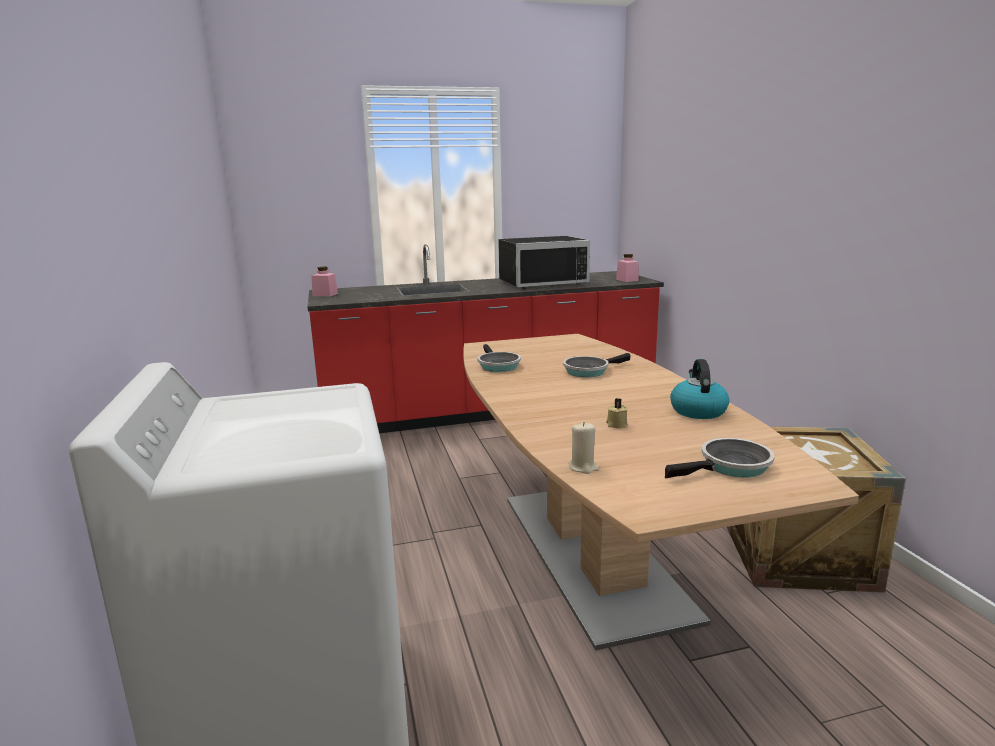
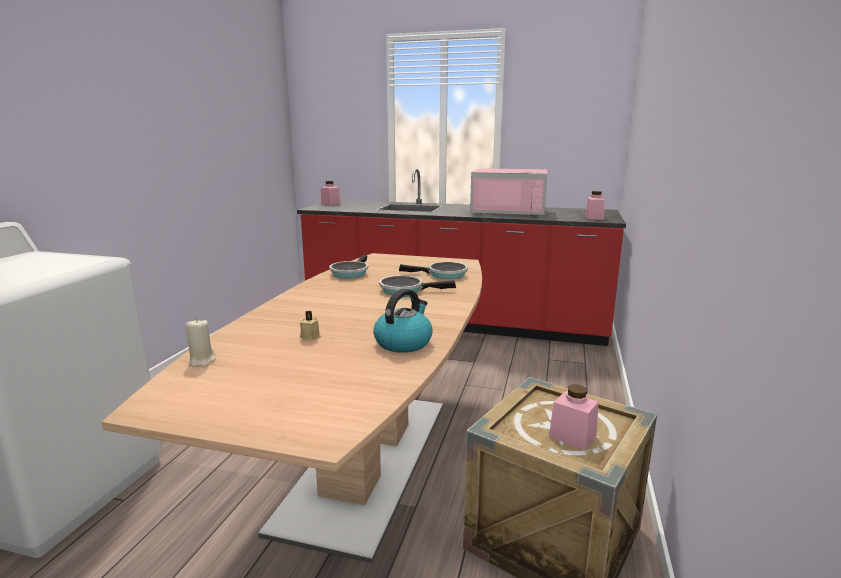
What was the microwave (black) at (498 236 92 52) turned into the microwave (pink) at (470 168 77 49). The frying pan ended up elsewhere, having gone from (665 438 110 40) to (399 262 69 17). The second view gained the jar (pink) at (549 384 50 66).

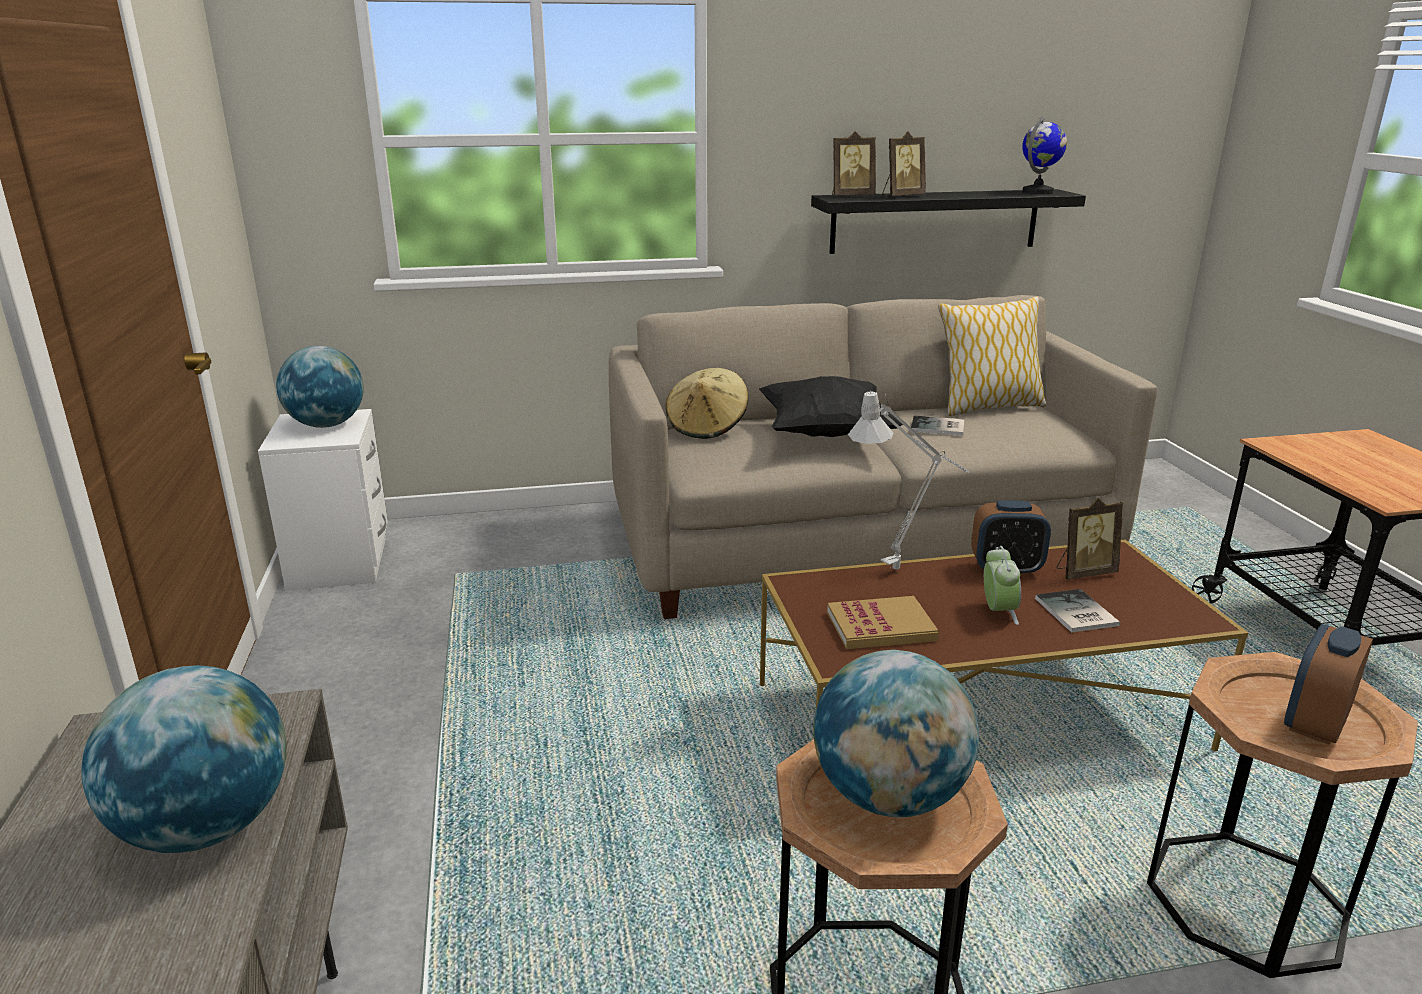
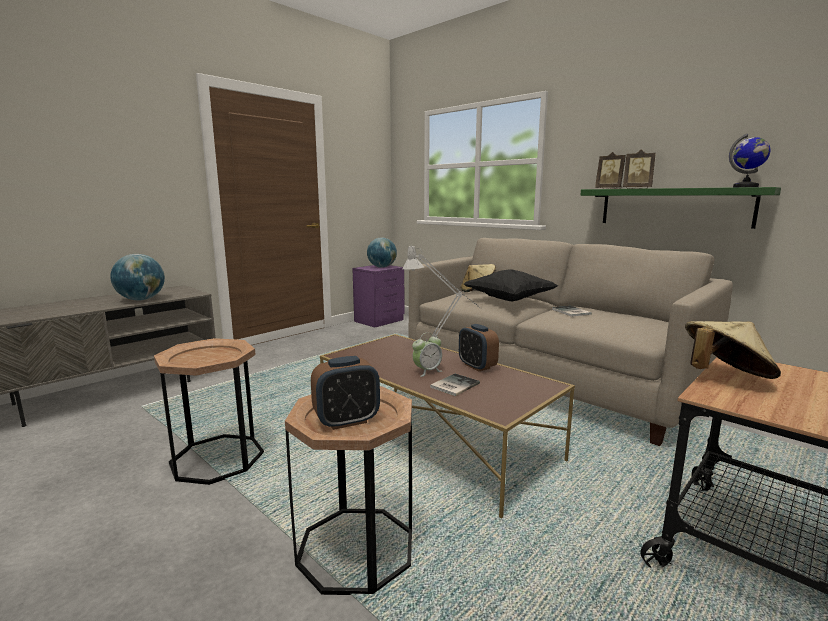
What was the shelf (black) at (811 189 275 65) turned into the shelf (green) at (580 187 201 42). The second view lost the pillow at (938 296 108 120). What was the nightstand (white) at (258 409 130 182) turned into the nightstand (purple) at (352 265 53 62). The second view lost the picture frame at (1057 498 66 82). The second view lost the book at (827 596 112 53). The alarm clock at (1284 624 89 121) ended up facing another way, 150 degrees clockwise from before. The second view lost the globe at (813 650 166 167). The second view gained the hat (beige) at (685 321 96 58).

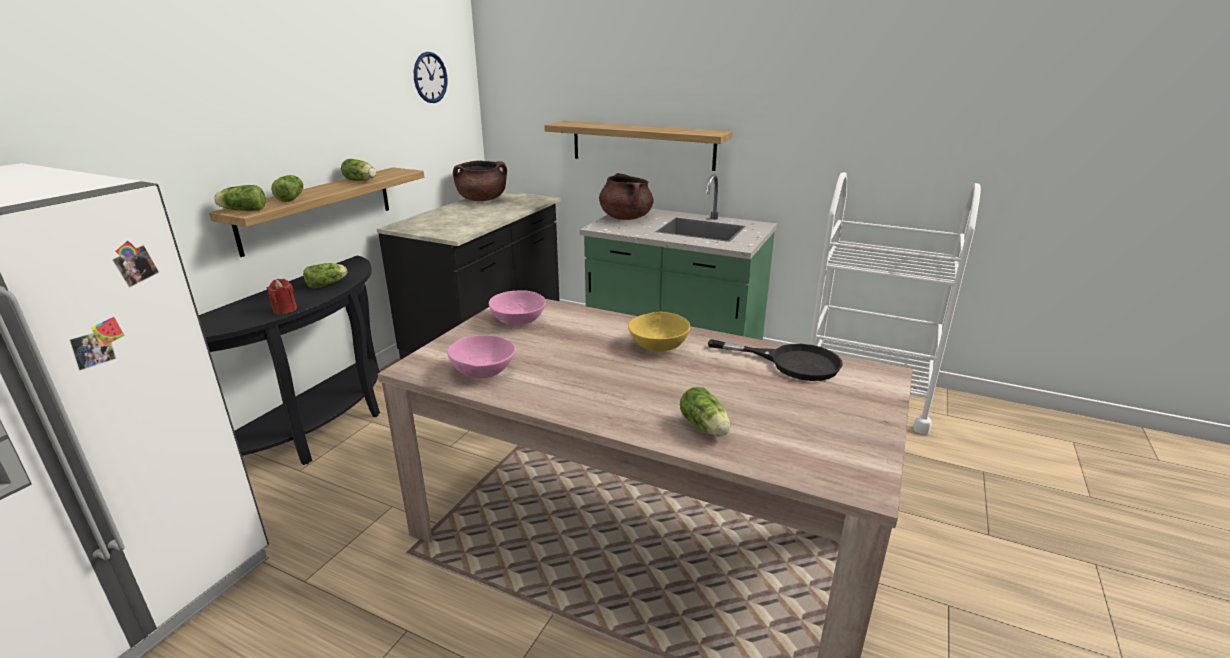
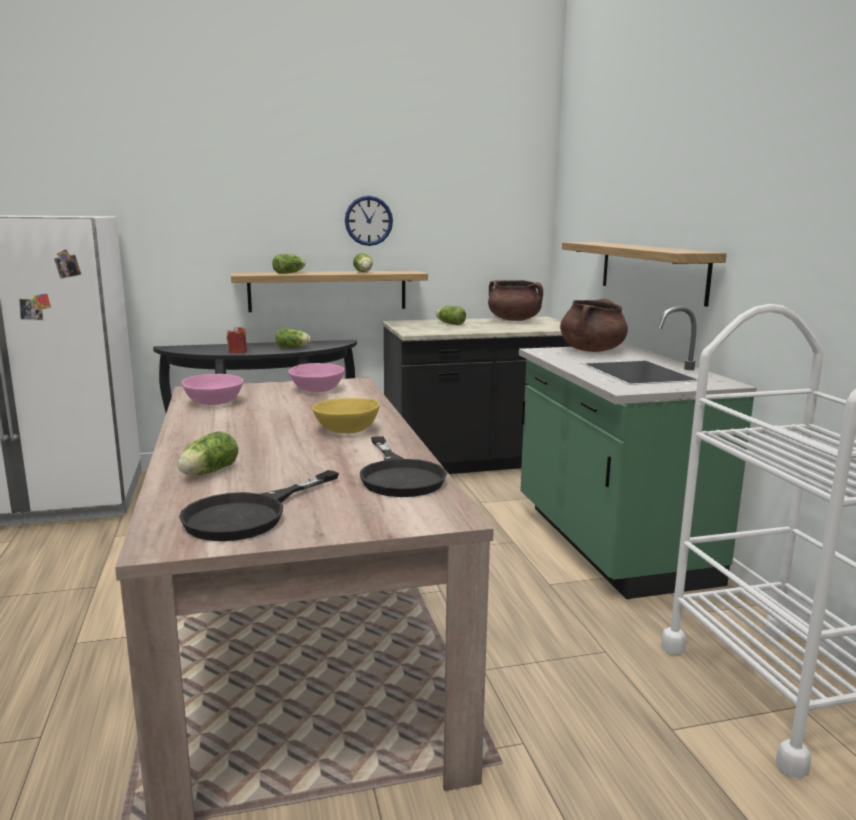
The wall clock ended up elsewhere, having gone from (414 52 33 51) to (345 196 48 50). The lettuce ended up elsewhere, having gone from (214 185 52 26) to (436 306 30 19). The second view gained the frying pan (black) at (179 470 160 71).

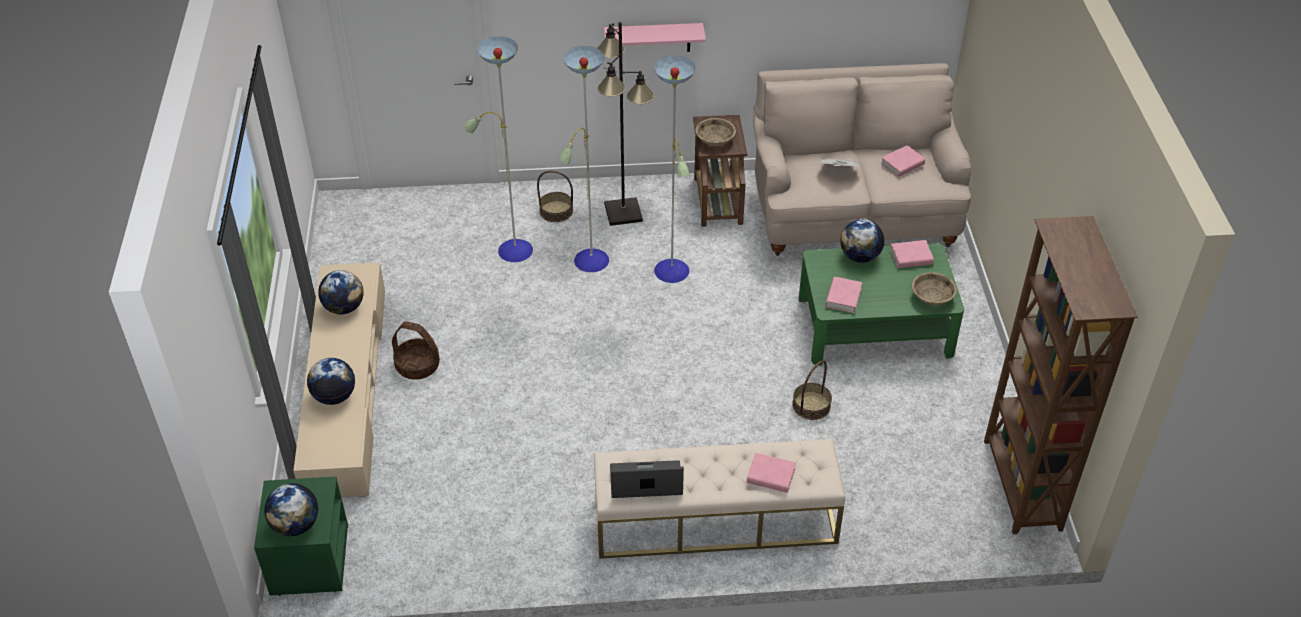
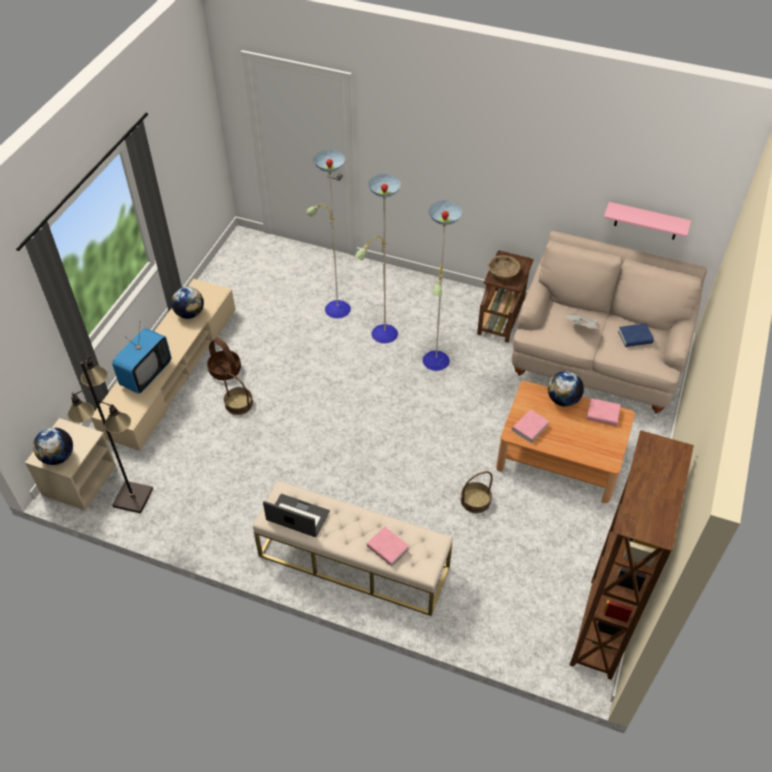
The floor lamp (black) ended up elsewhere, having gone from (597 22 57 204) to (67 356 86 157). The shelf (pink) ended up elsewhere, having gone from (604 23 102 29) to (604 202 87 38). What was the book (pink) at (881 145 44 32) turned into the book (blue) at (618 323 36 24). The basket ended up elsewhere, having gone from (537 171 36 51) to (224 373 29 42). What was the coffee table (green) at (799 243 165 123) turned into the coffee table (brown) at (496 381 139 122). The second view lost the bowl (beige) at (912 272 45 33). Where the globe stood at (307 358 48 47), the television came to stand at (112 327 60 67). What was the nightstand (green) at (254 477 94 119) turned into the nightstand (beige) at (25 418 91 93).

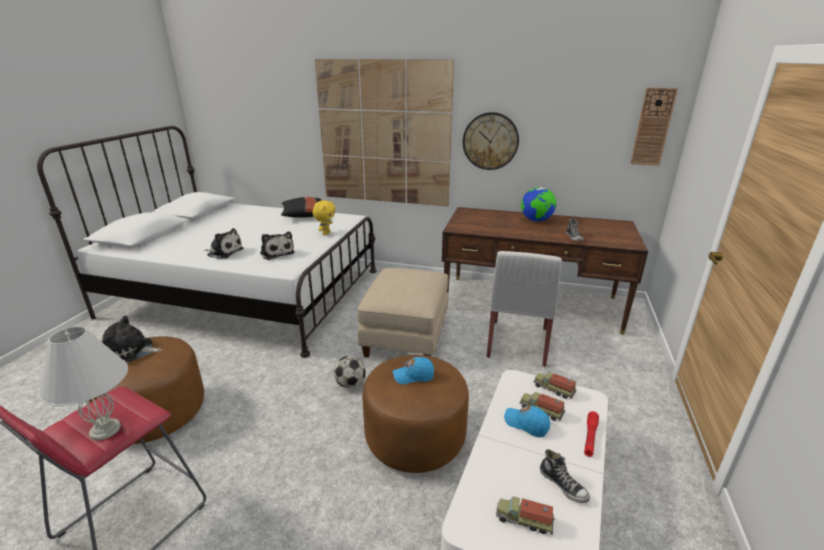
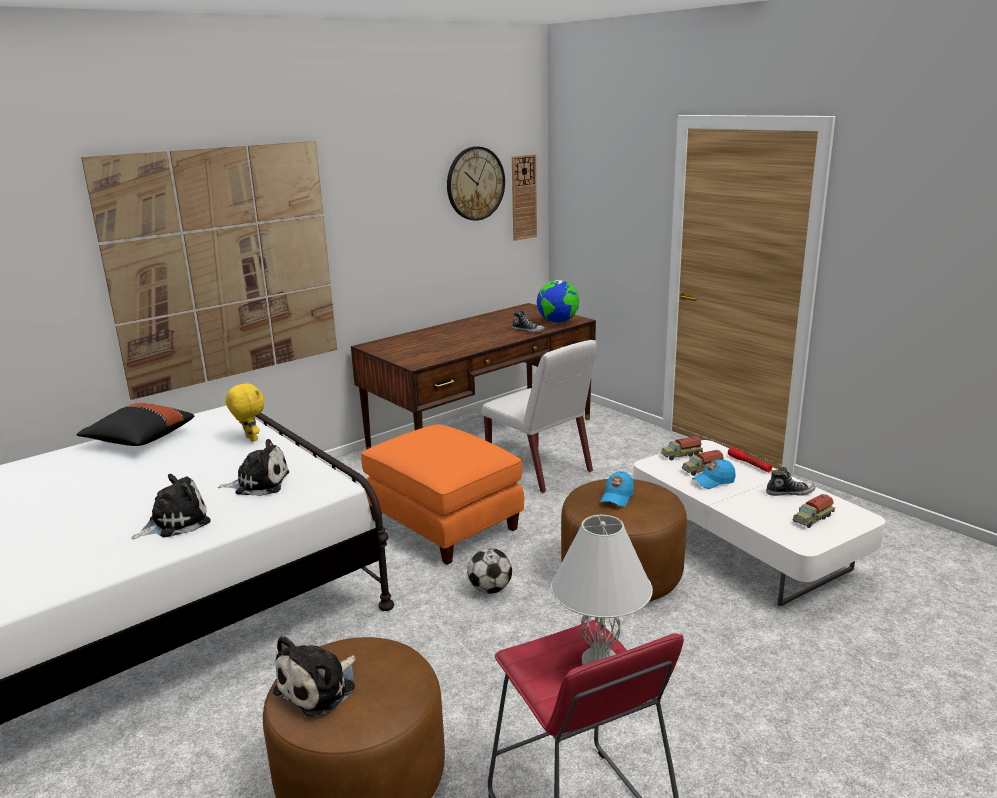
The wall clock ended up elsewhere, having gone from (463 112 56 58) to (447 147 58 74). The globe ended up elsewhere, having gone from (521 187 35 34) to (537 280 42 43). What was the ottoman (beige) at (357 268 91 89) turned into the ottoman (orange) at (361 424 163 141).

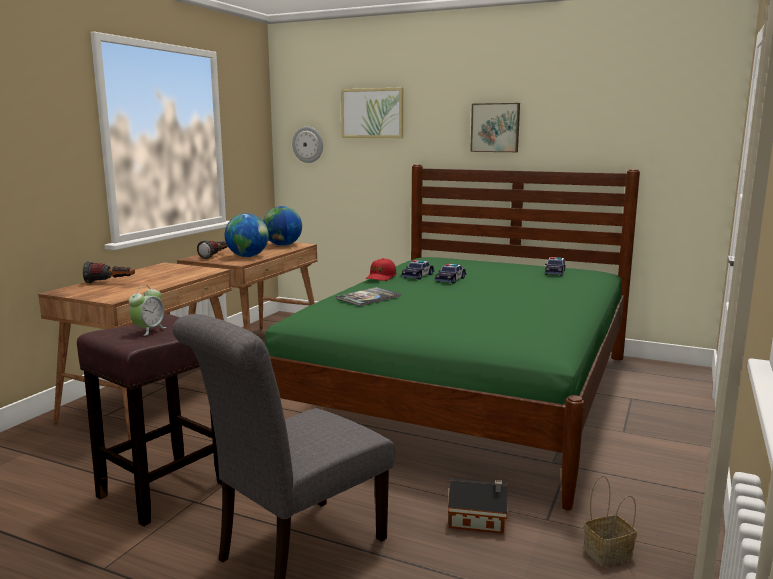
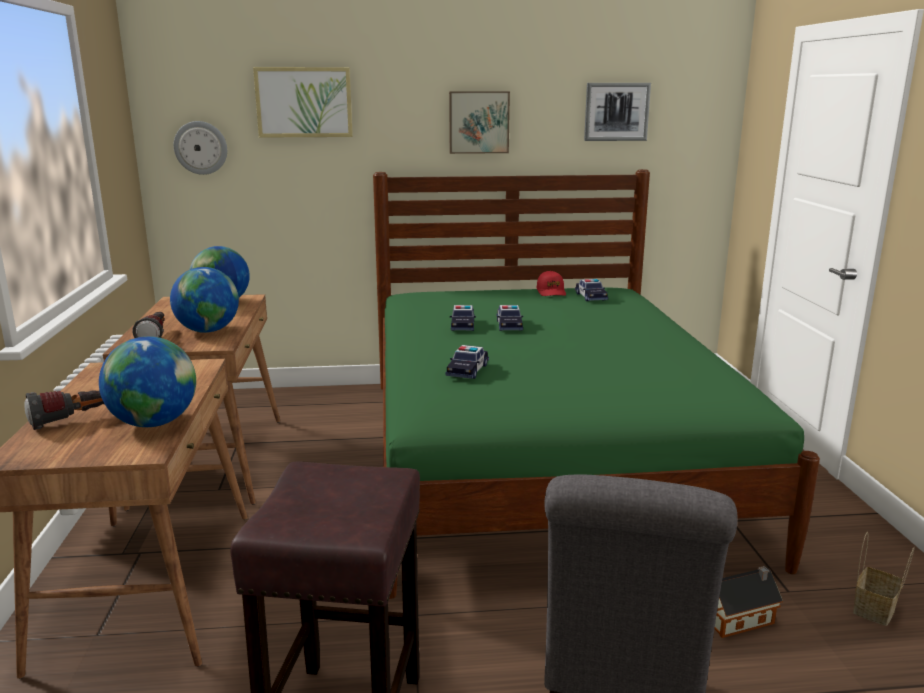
The cap (red) ended up elsewhere, having gone from (366 258 30 23) to (536 271 30 25). The second view lost the alarm clock at (129 285 37 51). Where the book stood at (336 287 65 19), the toy car came to stand at (446 345 43 34). The second view gained the picture at (584 83 67 58). The second view gained the globe at (99 336 97 91).

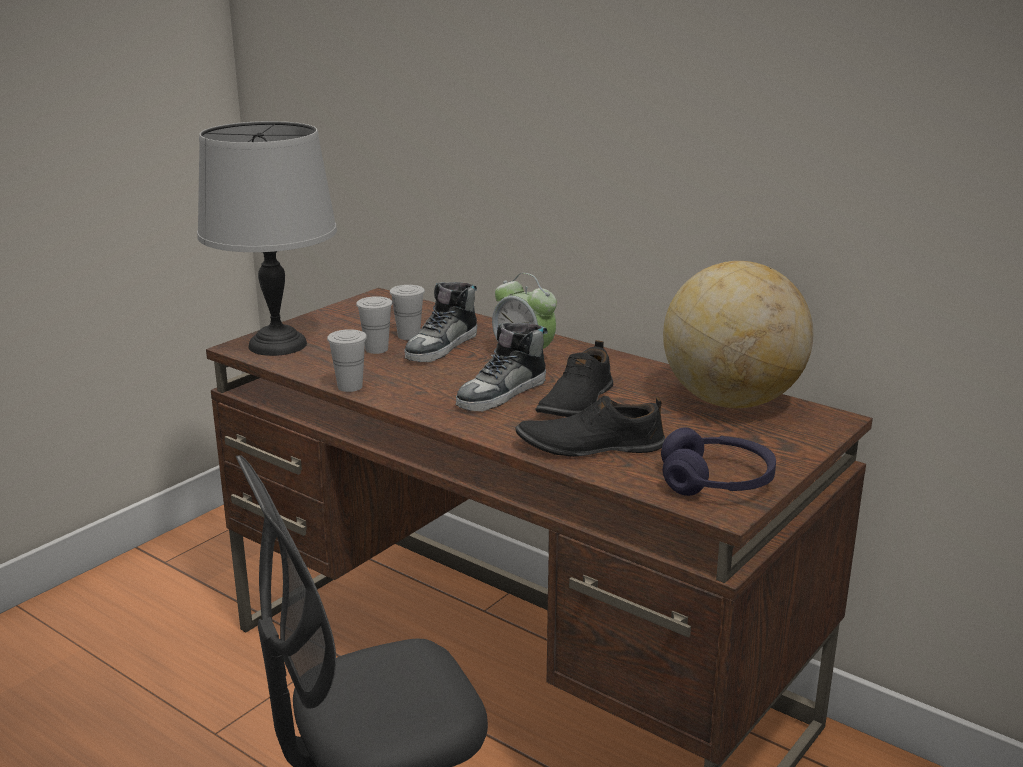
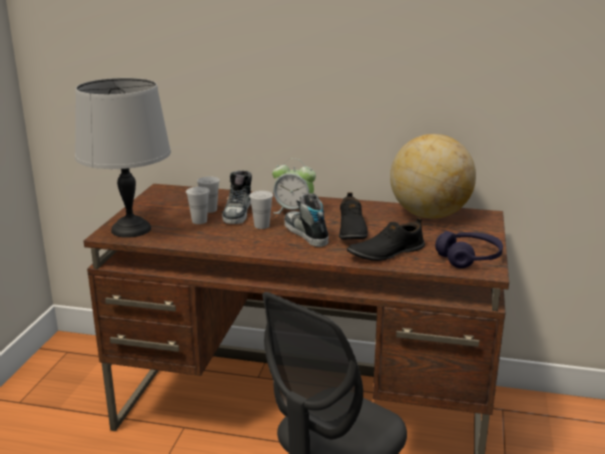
The shoe at (456 322 92 89) ended up facing another way, 135 degrees clockwise from before. The cup (white) ended up elsewhere, having gone from (327 329 40 63) to (249 191 24 38).

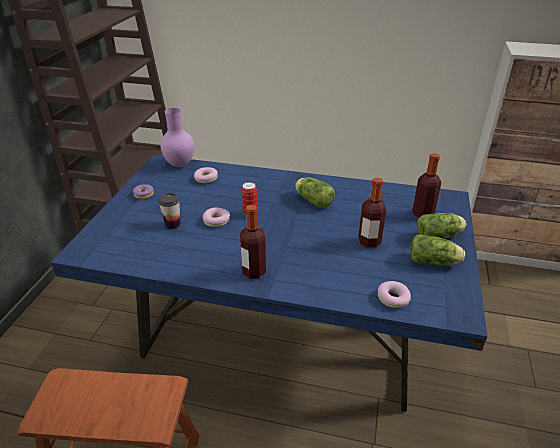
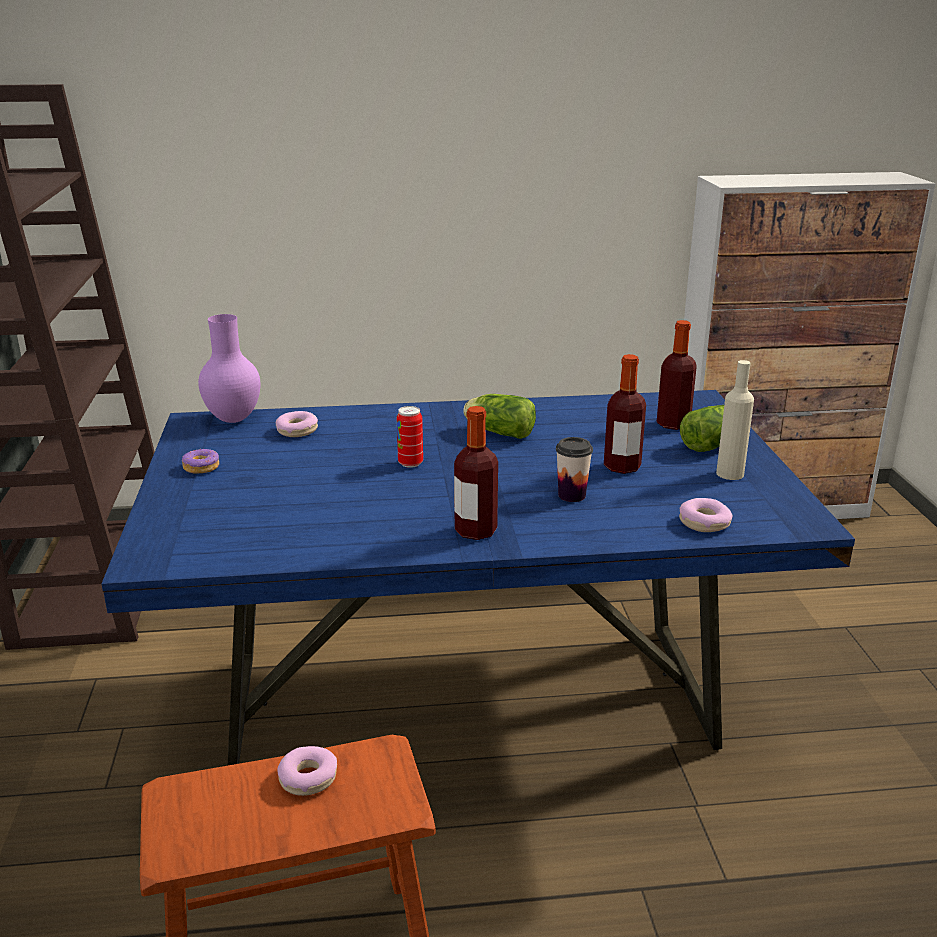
The cup ended up elsewhere, having gone from (158 193 22 36) to (556 437 37 65). The donut ended up elsewhere, having gone from (203 207 27 20) to (278 746 59 50). Where the lettuce stood at (410 234 55 32), the bottle (beige) came to stand at (716 360 38 120).

